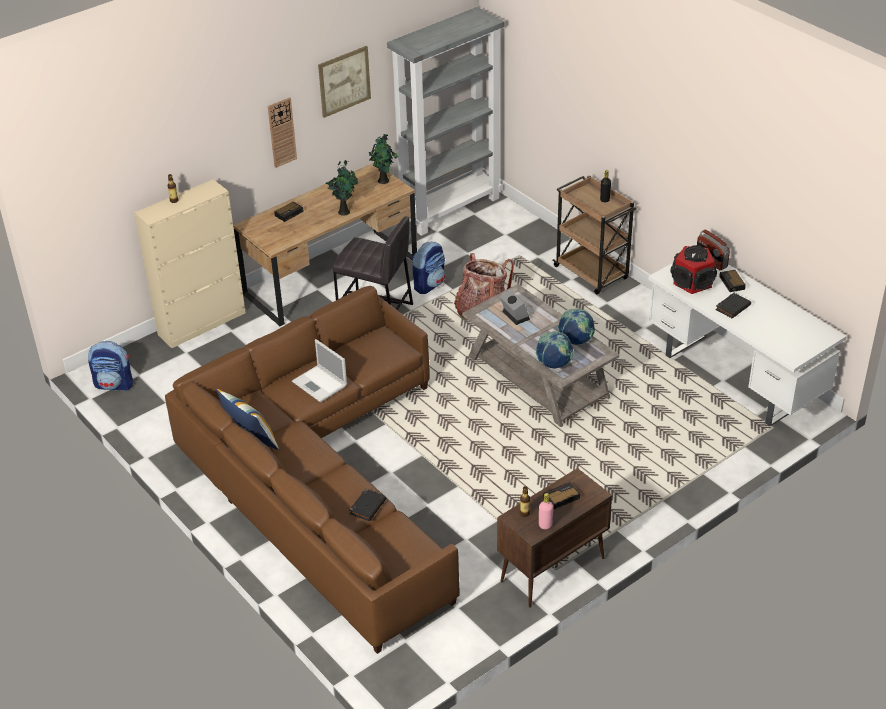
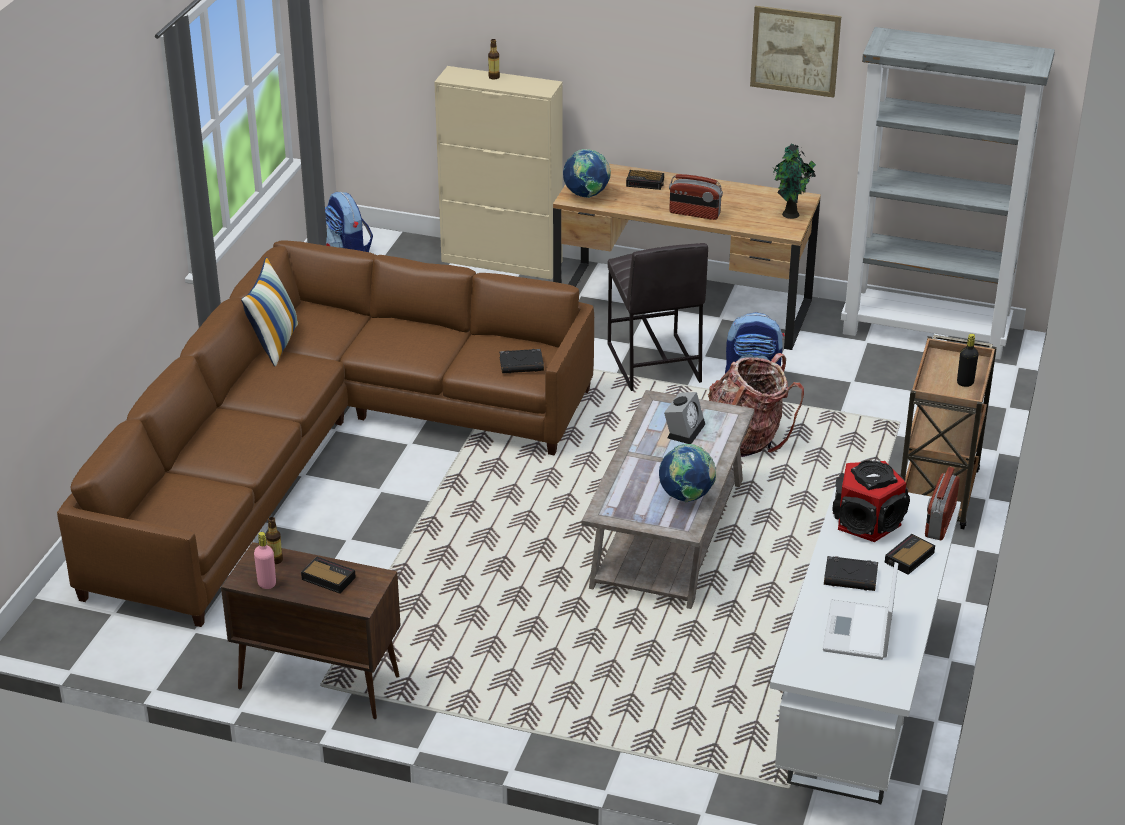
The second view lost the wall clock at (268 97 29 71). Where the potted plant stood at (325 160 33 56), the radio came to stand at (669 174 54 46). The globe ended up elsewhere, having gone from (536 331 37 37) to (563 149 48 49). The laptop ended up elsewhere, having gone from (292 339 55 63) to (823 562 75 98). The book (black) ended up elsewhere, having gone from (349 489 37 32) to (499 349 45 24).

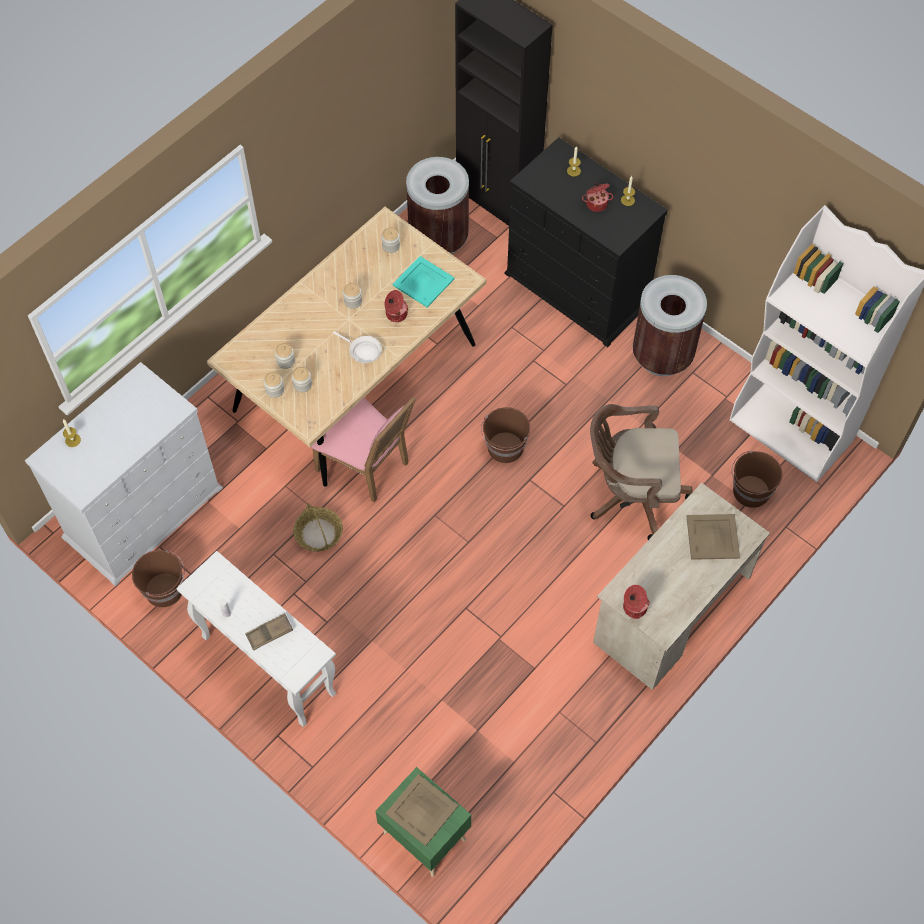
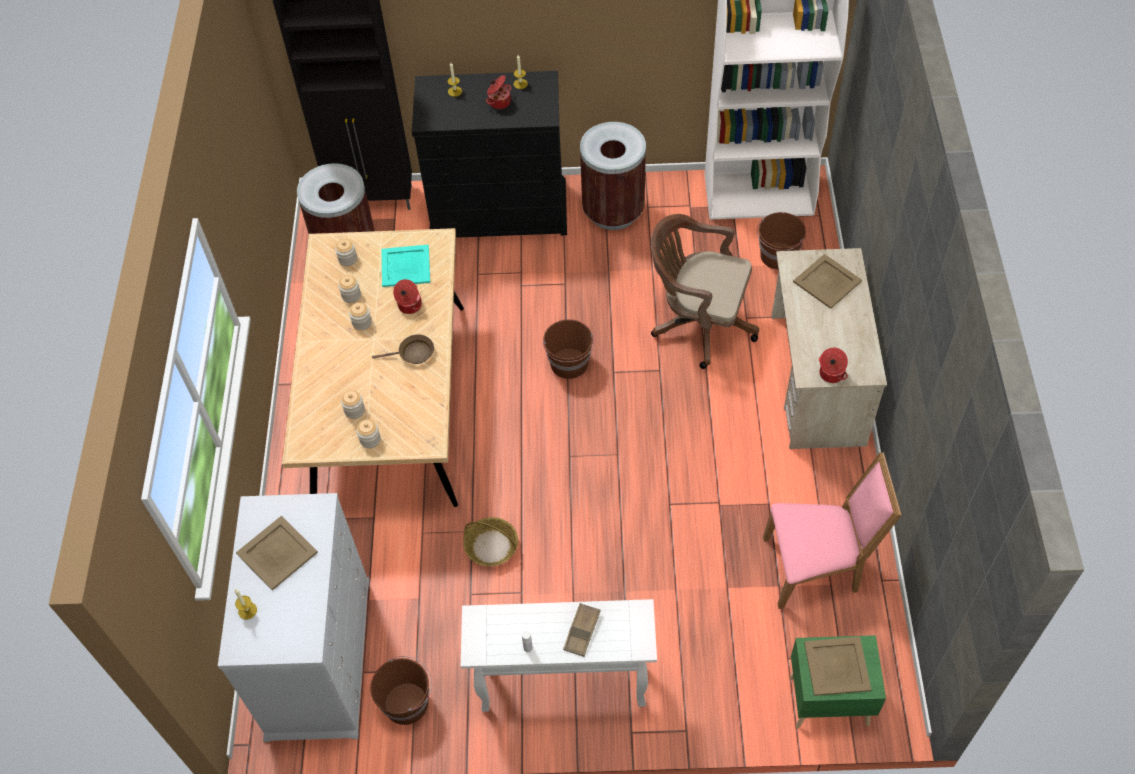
What was the frying pan (white) at (333 331 49 32) turned into the frying pan (brown) at (372 334 62 30). The jar ended up elsewhere, having gone from (292 367 20 25) to (338 275 23 28). The chair (pink) ended up elsewhere, having gone from (312 396 104 106) to (763 452 139 157). The office chair (brown) at (590 404 103 136) ended up facing another way, 60 degrees clockwise from before. The second view gained the tray (beige) at (236 515 82 76).

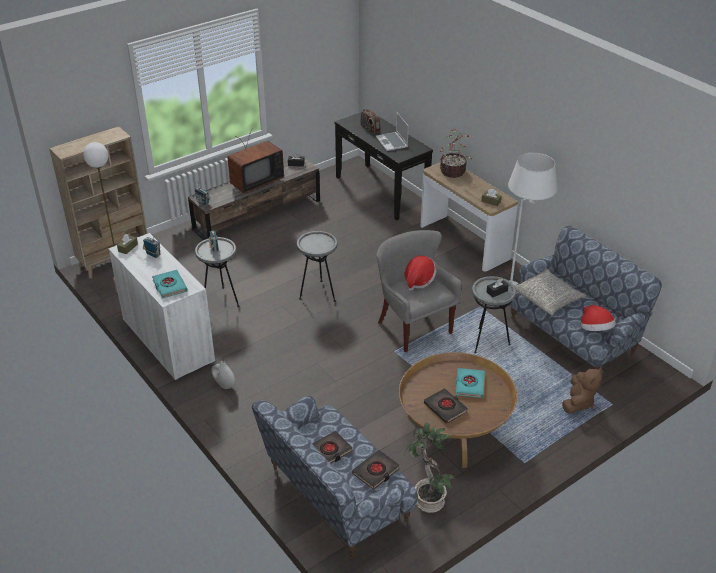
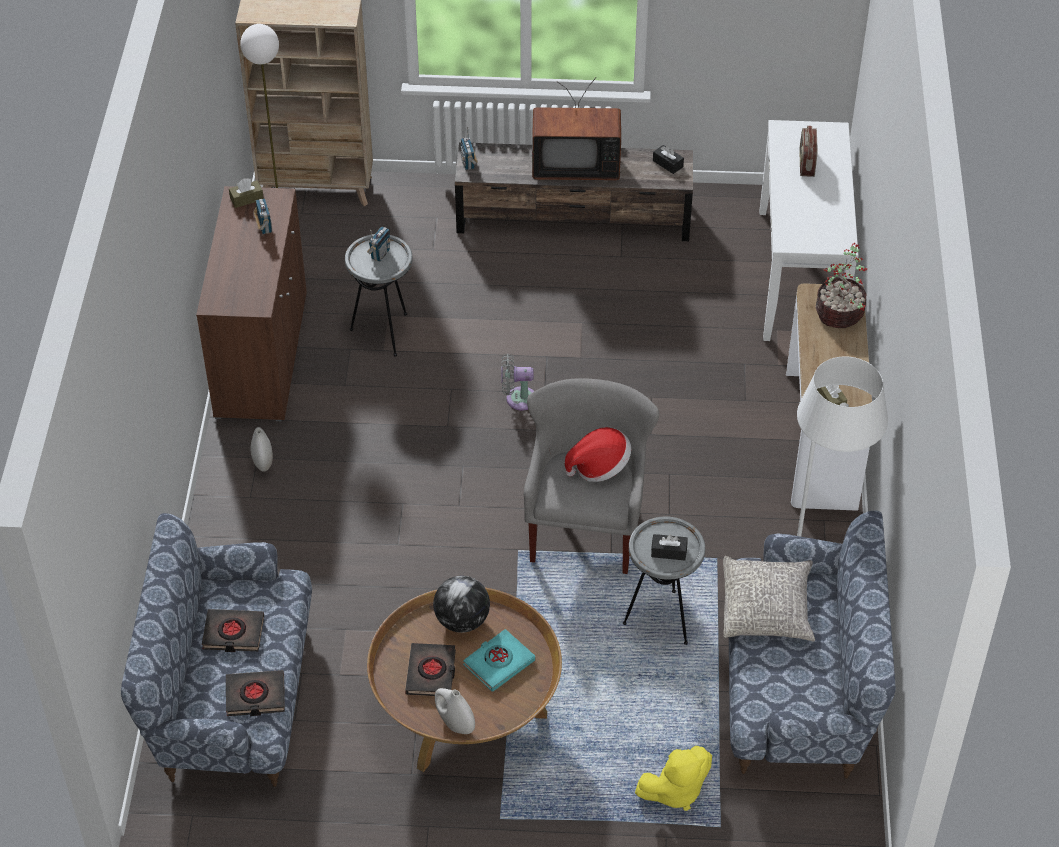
What was the console table (black) at (334 112 99 109) turned into the console table (white) at (759 120 100 221). The second view lost the laptop at (376 112 33 39). Where the side table (grey) stood at (297 231 40 71), the fan (grey) came to stand at (501 353 33 58). What was the cabinet (white) at (109 233 106 148) turned into the cabinet (brown) at (196 186 111 235). The second view lost the book (turquoise) at (152 270 36 29). The second view lost the hat at (580 305 36 26). What was the plush toy (brown) at (562 368 40 45) turned into the plush toy (yellow) at (635 746 77 65). The second view lost the potted plant at (404 423 53 90). The second view gained the globe at (433 576 57 57). The second view gained the vase (white) at (435 688 40 46).

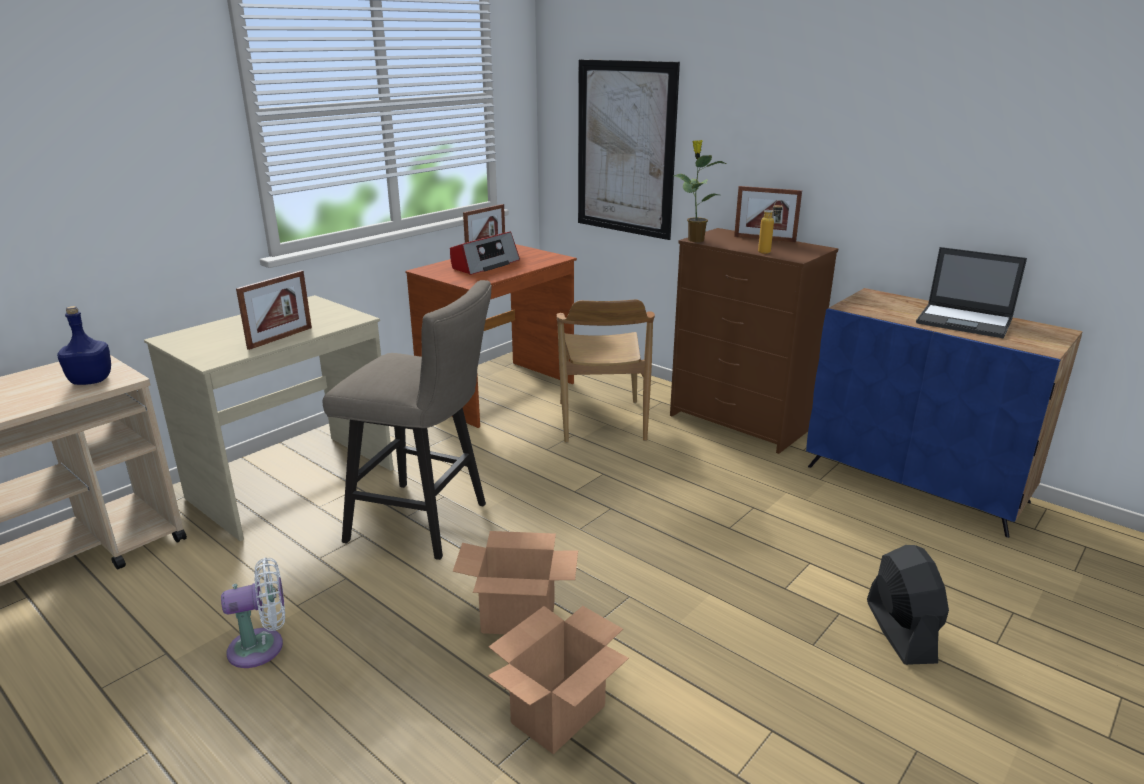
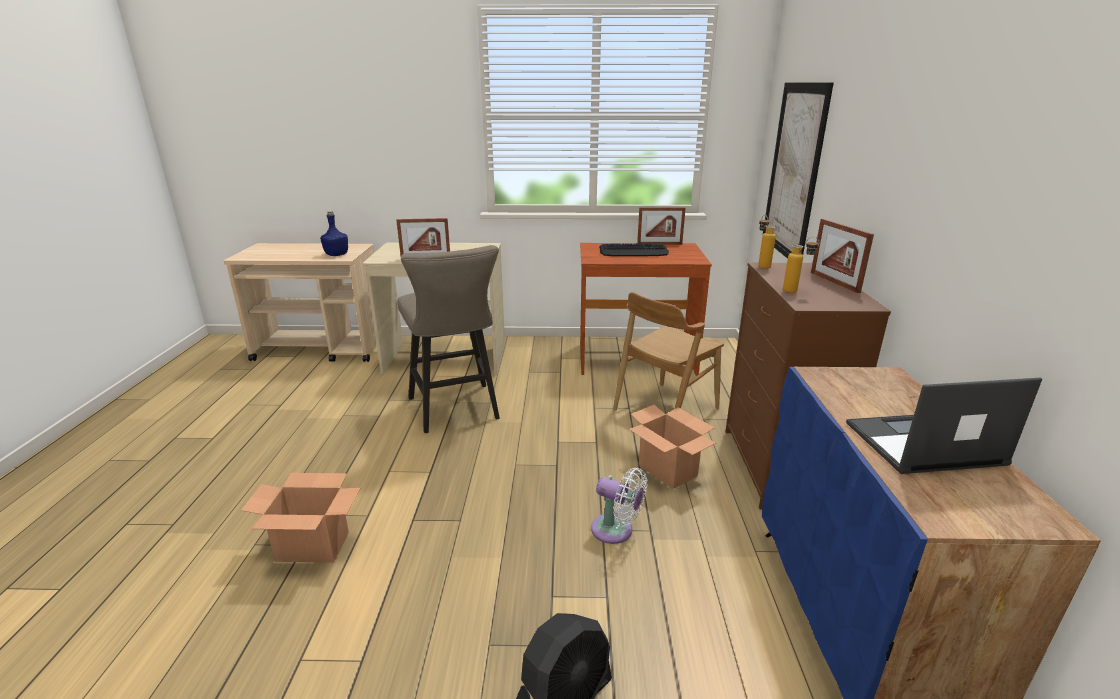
Where the potted plant stood at (673 140 53 102), the bottle came to stand at (758 215 18 54). Where the radio stood at (450 232 70 43), the keyboard came to stand at (599 244 70 12). The laptop at (916 247 111 91) ended up facing another way, 90 degrees clockwise from before. The cardboard box ended up elsewhere, having gone from (453 531 125 103) to (629 405 87 84). The fan (white) ended up elsewhere, having gone from (221 558 64 110) to (591 468 56 76).

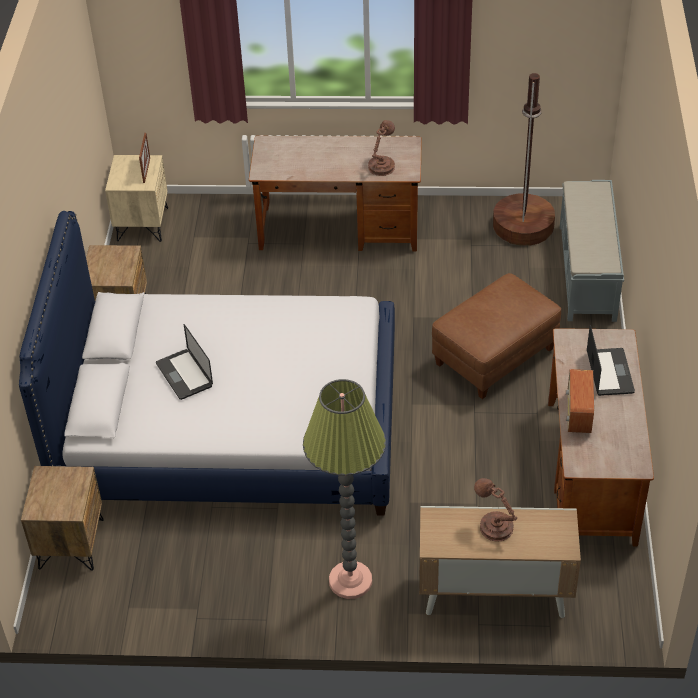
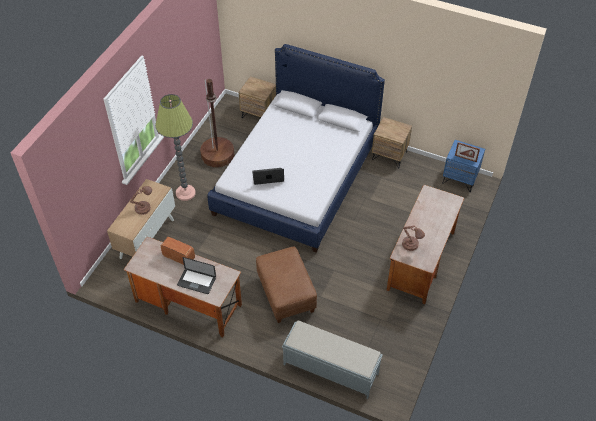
The floor lamp (brown) ended up elsewhere, having gone from (493 73 62 173) to (200 79 34 88). What was the nightstand (beige) at (105 155 63 87) turned into the nightstand (blue) at (442 140 43 52). The laptop ended up elsewhere, having gone from (156 324 57 76) to (252 168 32 17).

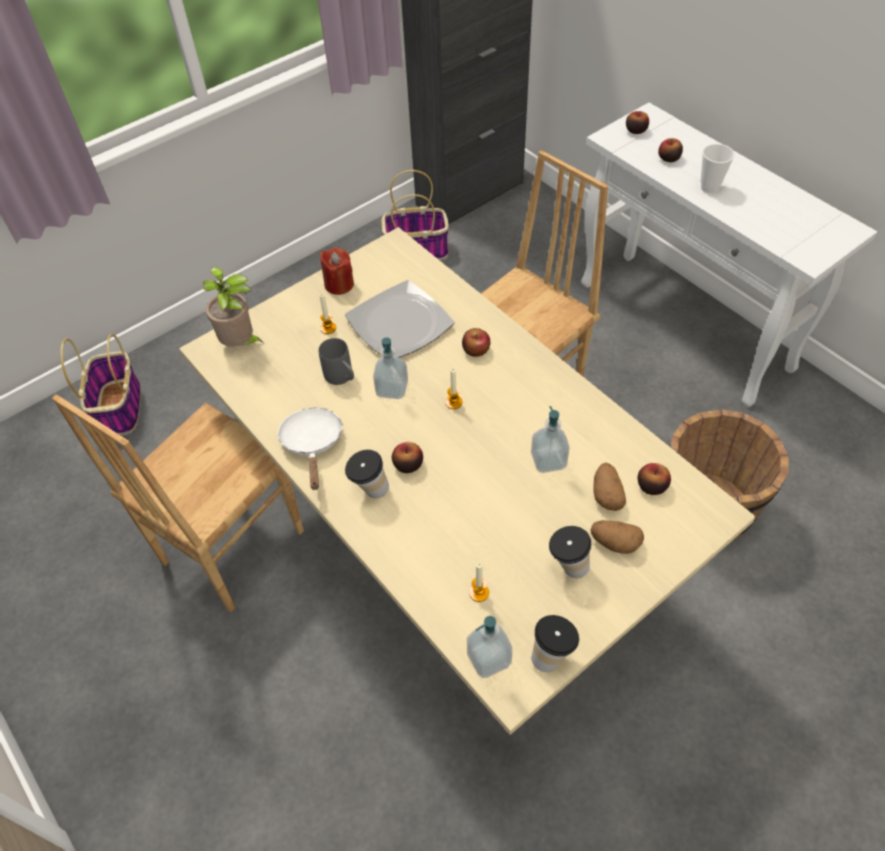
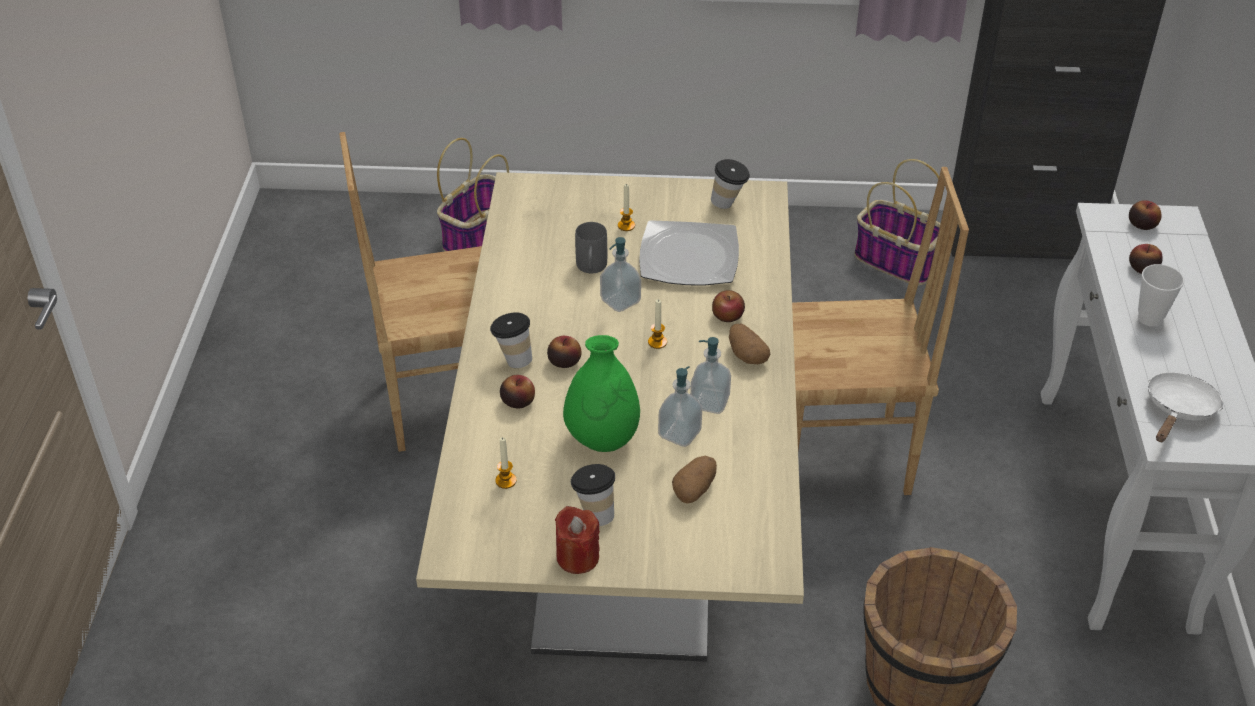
The candle (red) ended up elsewhere, having gone from (320 247 34 48) to (555 506 45 68). The second view lost the potted plant at (203 267 60 80). The frying pan (white) ended up elsewhere, having gone from (277 408 66 82) to (1148 372 75 70). The apple ended up elsewhere, having gone from (638 463 33 32) to (500 375 35 33). The potato ended up elsewhere, having gone from (591 520 53 34) to (729 324 41 40). The cup ended up elsewhere, having gone from (531 615 48 57) to (711 159 39 50). The soap dispenser ended up elsewhere, having gone from (467 616 45 62) to (690 337 41 77). The second view gained the vase (green) at (563 335 77 117).

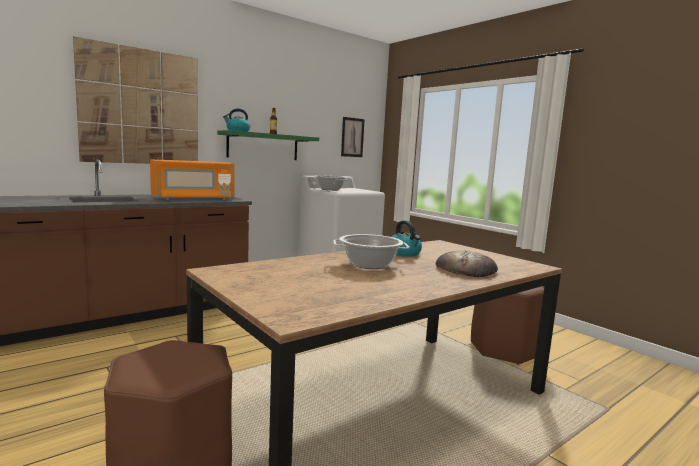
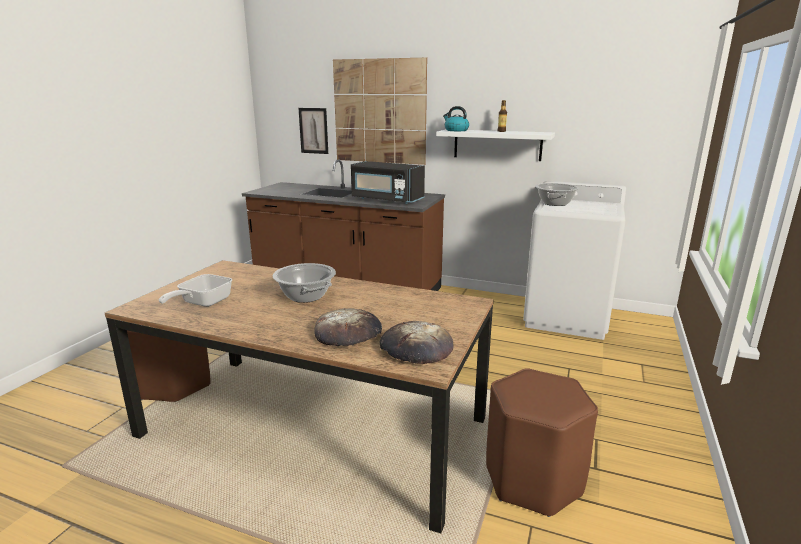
The picture ended up elsewhere, having gone from (341 117 24 40) to (298 108 30 46). What was the shelf (green) at (217 130 102 30) turned into the shelf (white) at (436 129 119 32). What was the microwave (orange) at (150 159 85 41) turned into the microwave (black) at (351 161 74 43). The second view lost the kettle at (392 220 30 37). The second view gained the frying pan at (159 274 73 33). The second view gained the bread at (379 321 75 43).

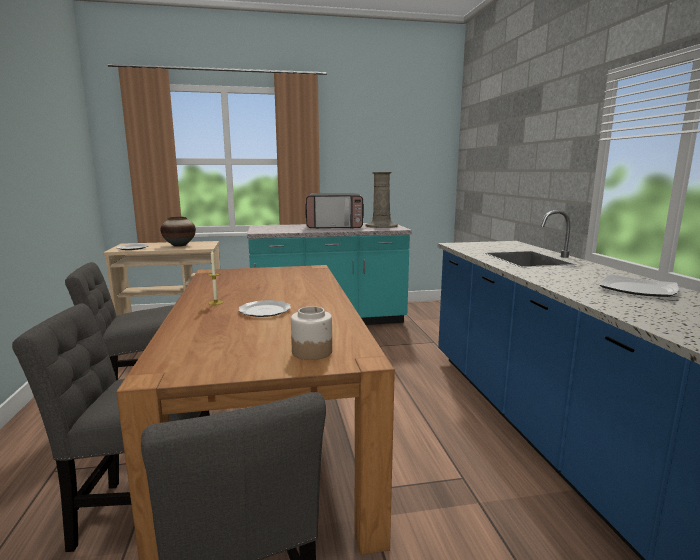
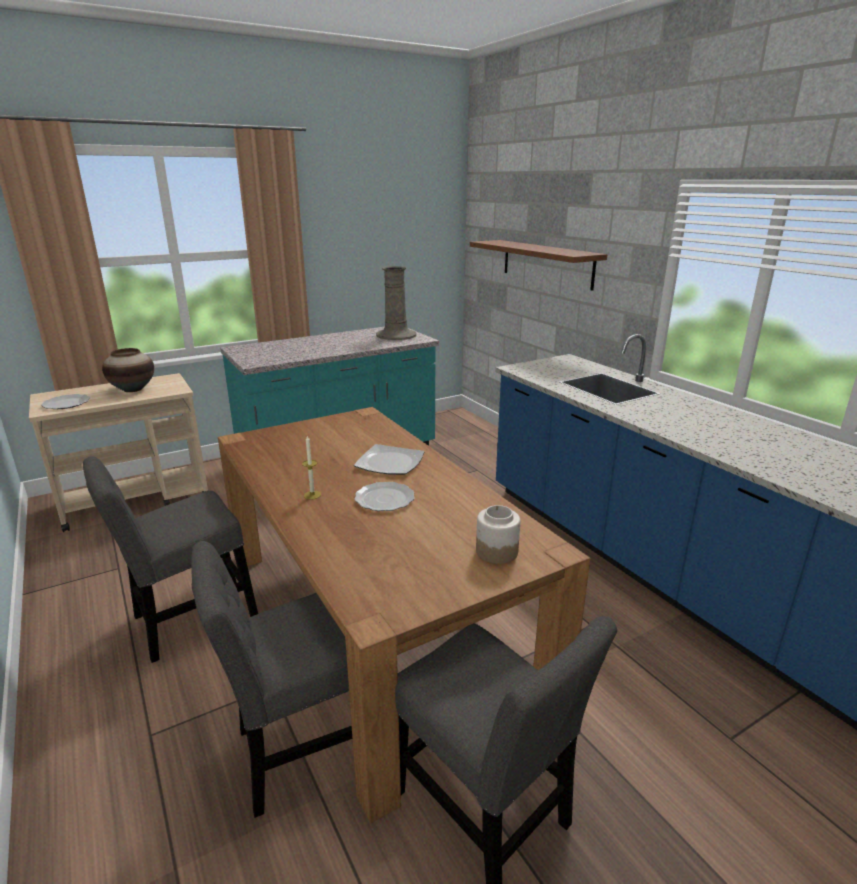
The second view lost the microwave at (305 193 59 36). The plate ended up elsewhere, having gone from (600 275 79 22) to (354 444 70 31). The second view gained the shelf (brown) at (470 240 137 51).

